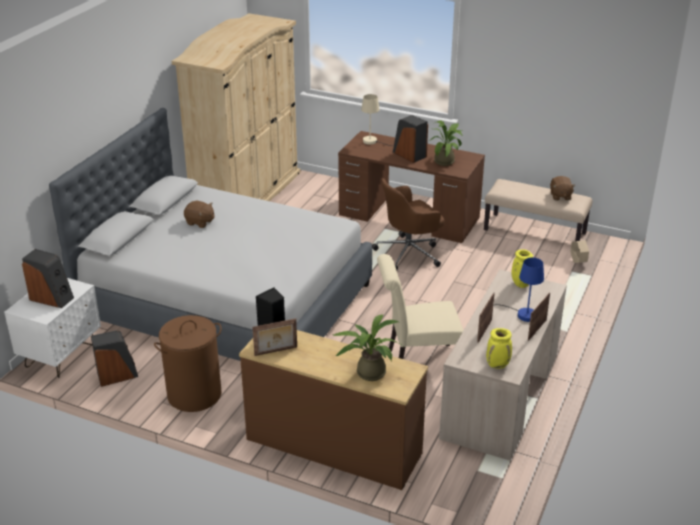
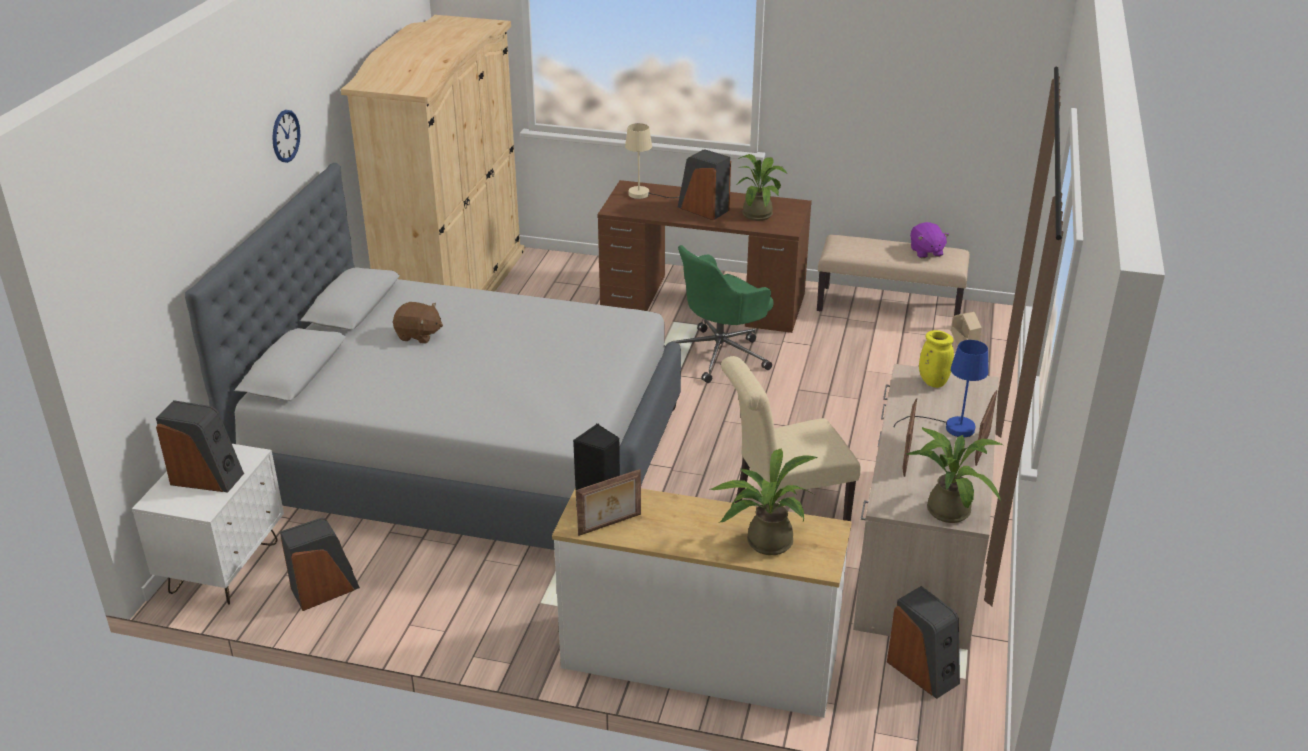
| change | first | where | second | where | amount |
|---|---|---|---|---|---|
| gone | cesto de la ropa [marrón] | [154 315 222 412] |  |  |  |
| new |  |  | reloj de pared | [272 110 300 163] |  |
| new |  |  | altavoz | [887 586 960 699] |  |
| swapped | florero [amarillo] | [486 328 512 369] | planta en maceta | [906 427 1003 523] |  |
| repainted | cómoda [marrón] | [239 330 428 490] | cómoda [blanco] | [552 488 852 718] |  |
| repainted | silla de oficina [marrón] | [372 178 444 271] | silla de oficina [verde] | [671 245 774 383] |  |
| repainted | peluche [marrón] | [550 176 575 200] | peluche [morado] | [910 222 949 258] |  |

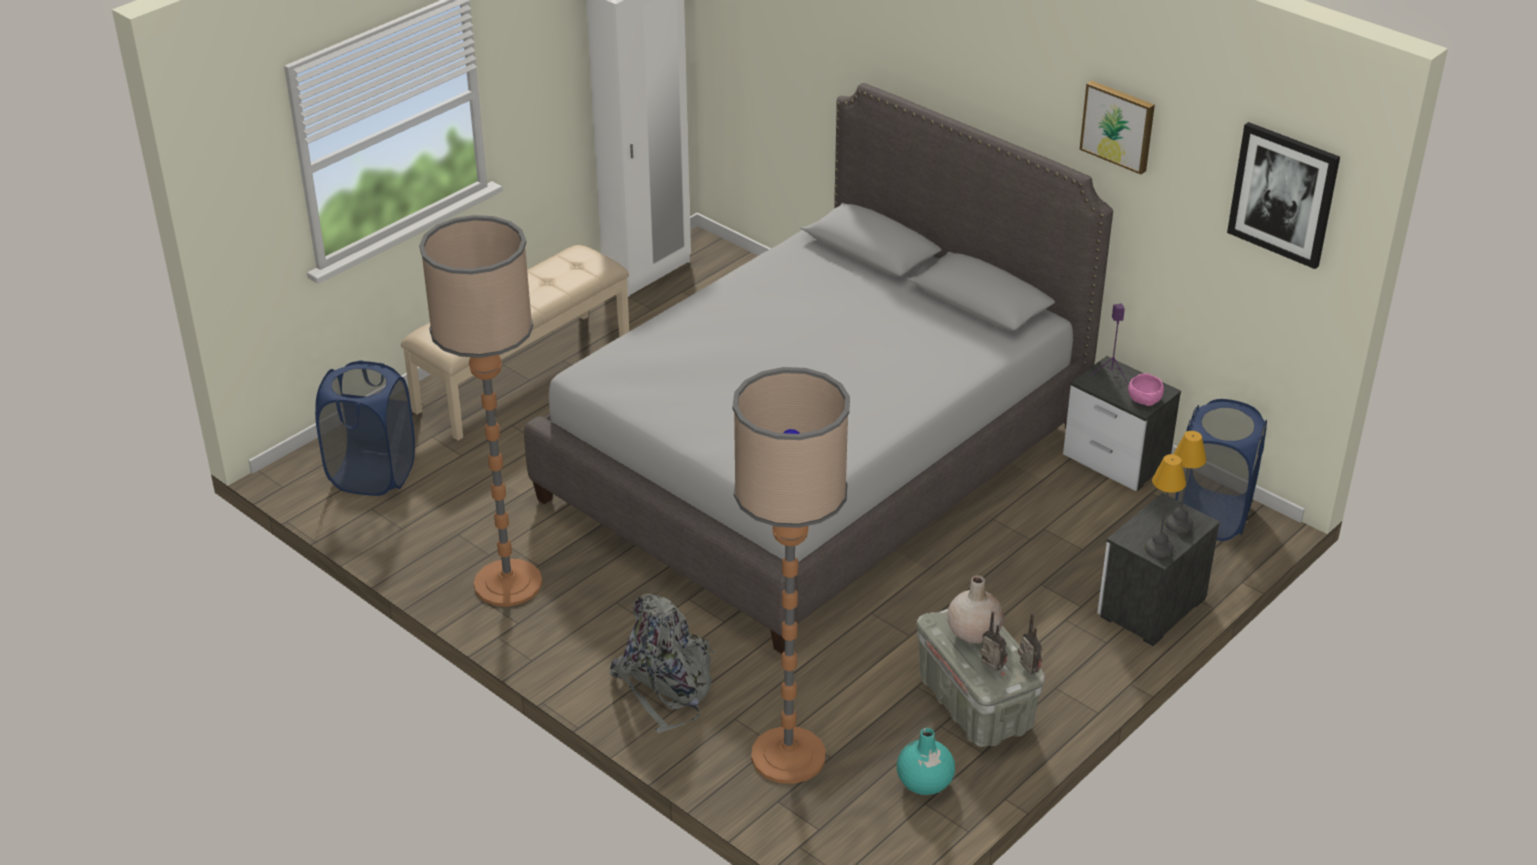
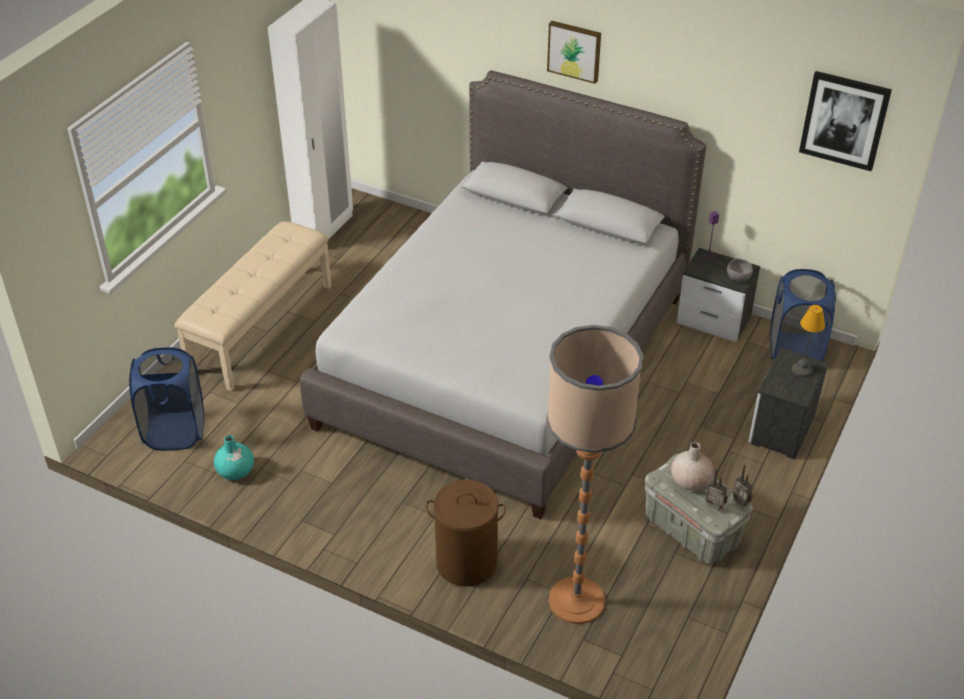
| change | first | where | second | where | amount |
|---|---|---|---|---|---|
| gone | lámpara de pie | [419 215 542 607] |  |  |  |
| gone | lámpara de mesa | [1145 454 1186 558] |  |  |  |
| shifted | florero [turquesa] | [897 728 955 795] |  | [214 435 254 480] |  |
| shifted | cuadro | [1079 81 1155 174] |  | [547 21 601 84] |  |
| swapped | mochila [gris] | [609 594 716 733] | cesto de la ropa [marrón] | [426 480 506 587] |  |
| repainted | cuenco [rosa] | [1128 373 1164 406] | cuenco [gris] | [727 258 753 282] |  |

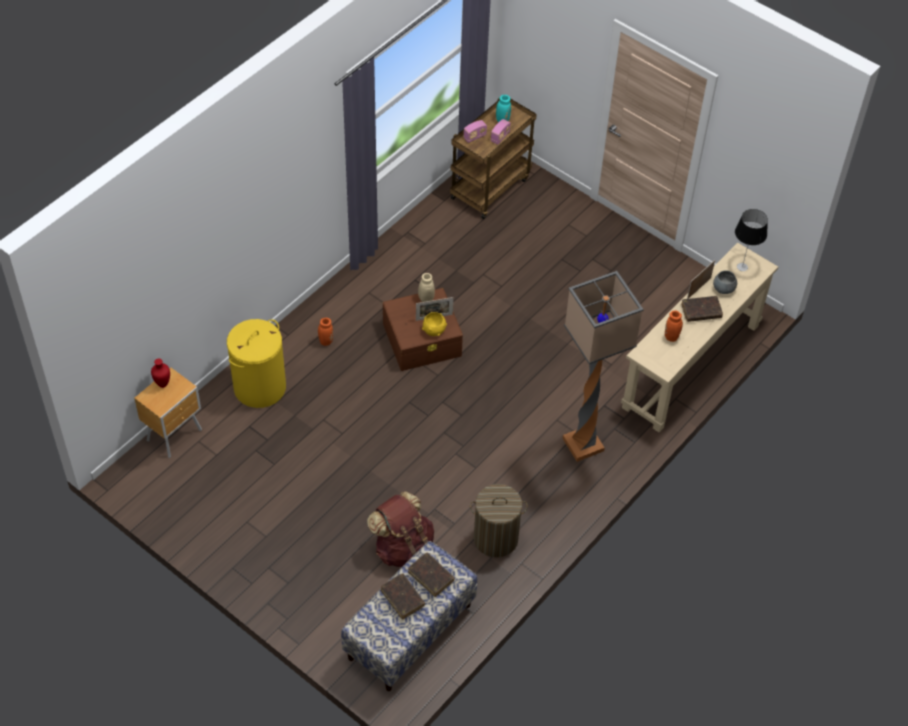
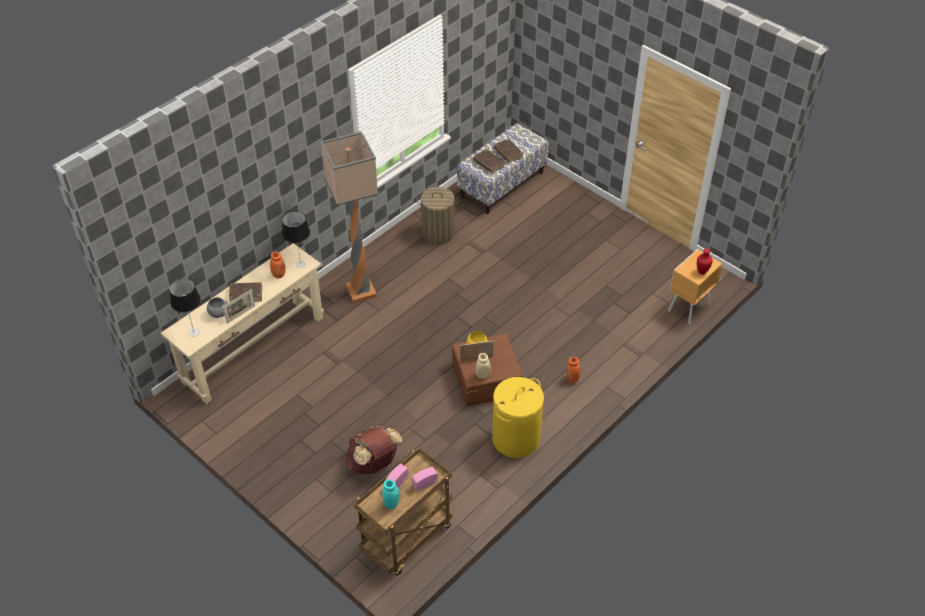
| change | first | where | second | where | amount |
|---|---|---|---|---|---|
| new |  |  | lámpara de mesa | [282 211 310 268] |  |
| shifted | cesto de la ropa [amarillo] | [227 319 286 408] |  | [492 377 544 458] |  |
| shifted | mochila [marrón] | [367 491 434 567] |  | [345 426 402 474] |  |

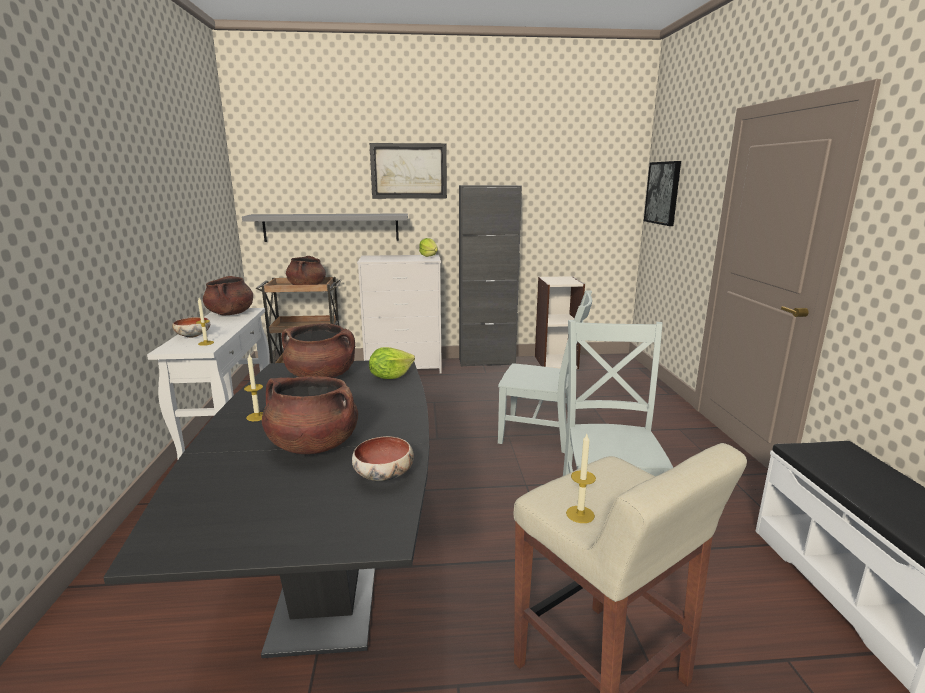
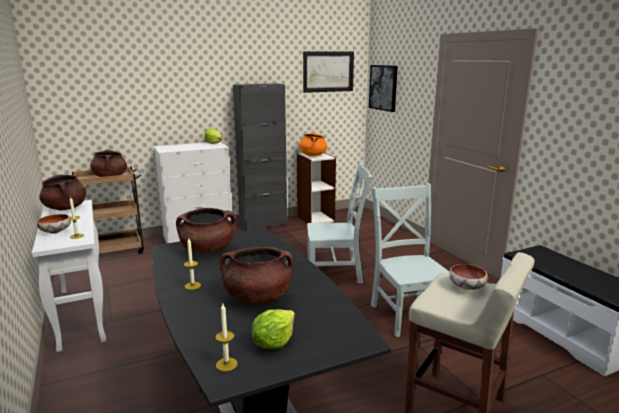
| change | first | where | second | where | amount |
|---|---|---|---|---|---|
| gone | estante [gris] | [242 213 408 242] |  |  |  |
| new |  |  | olla [naranja] | [299 133 327 156] |  |
| shifted | cuenco | [352 436 414 481] |  | [449 264 488 290] |  |
| shifted | lechuga | [369 347 415 379] |  | [251 309 295 349] |  |
| shifted | cuadro | [370 143 447 199] |  | [303 51 354 93] |  |
| shifted | vela | [566 434 596 523] |  | [215 304 238 371] |  |

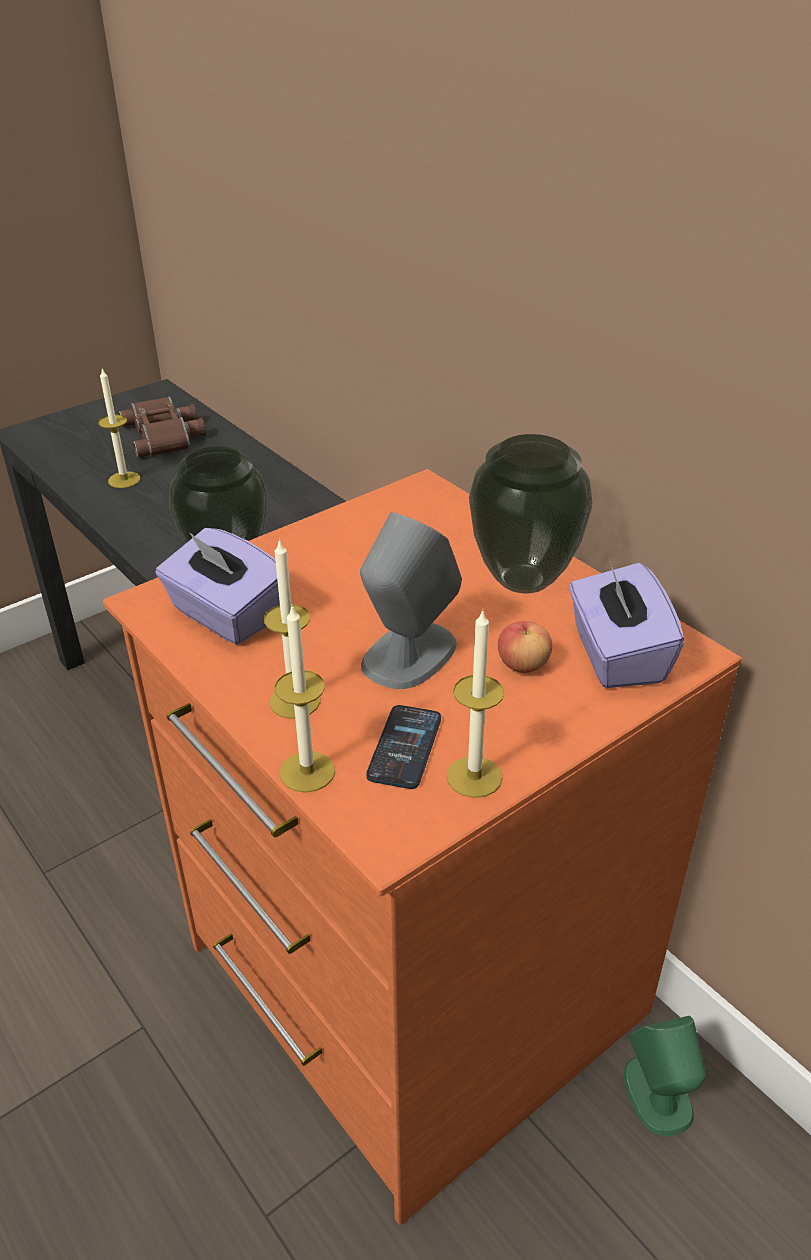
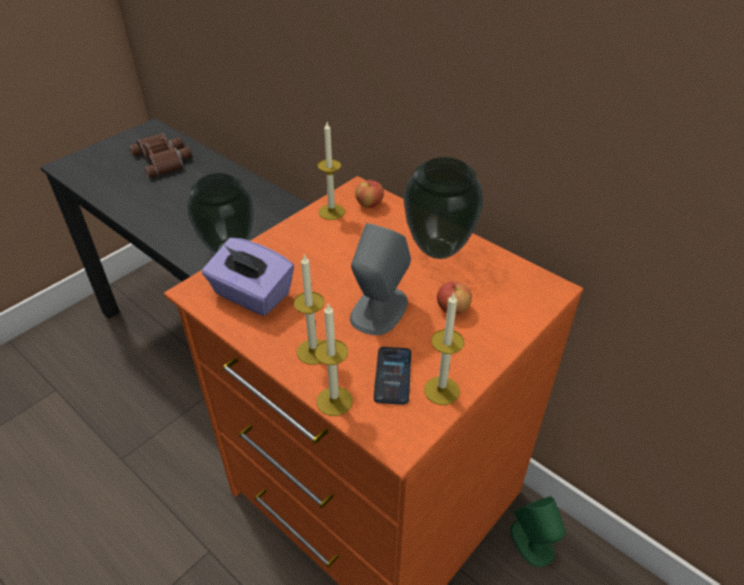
| change | first | where | second | where | amount |
|---|---|---|---|---|---|
| gone | caja de pañuelos [morado] | [569 562 685 688] |  |  |  |
| new |  |  | manzana | [355 180 384 208] |  |
| shifted | vela | [98 369 140 488] |  | [317 122 345 220] |  |

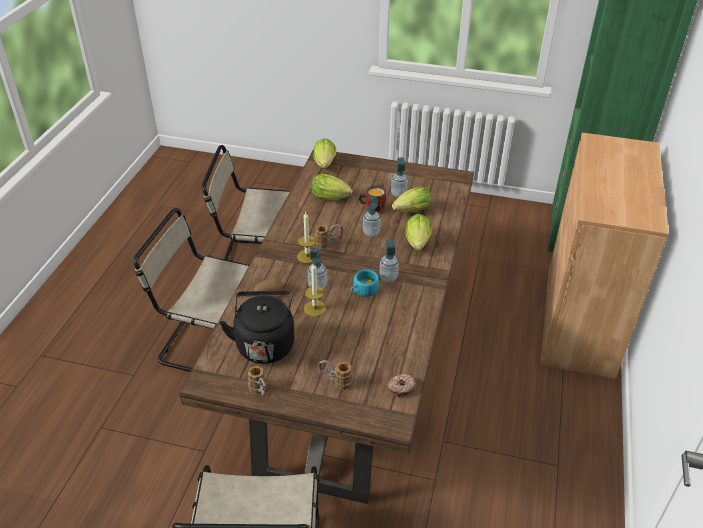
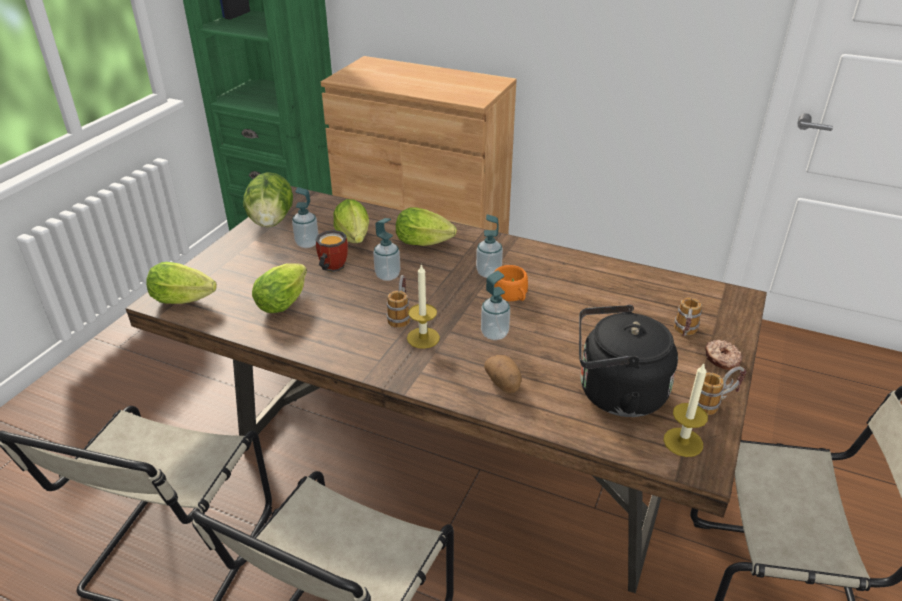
| change | first | where | second | where | amount |
|---|---|---|---|---|---|
| new |  |  | lechuga | [243 172 293 227] |  |
| shifted | vela | [304 263 326 316] |  | [663 364 708 457] |  |
| shifted | rosquilla | [387 374 416 397] |  | [705 340 742 370] |  |
| repainted | taza [turquesa] | [350 270 379 297] | taza [naranja] | [494 265 528 301] |  |

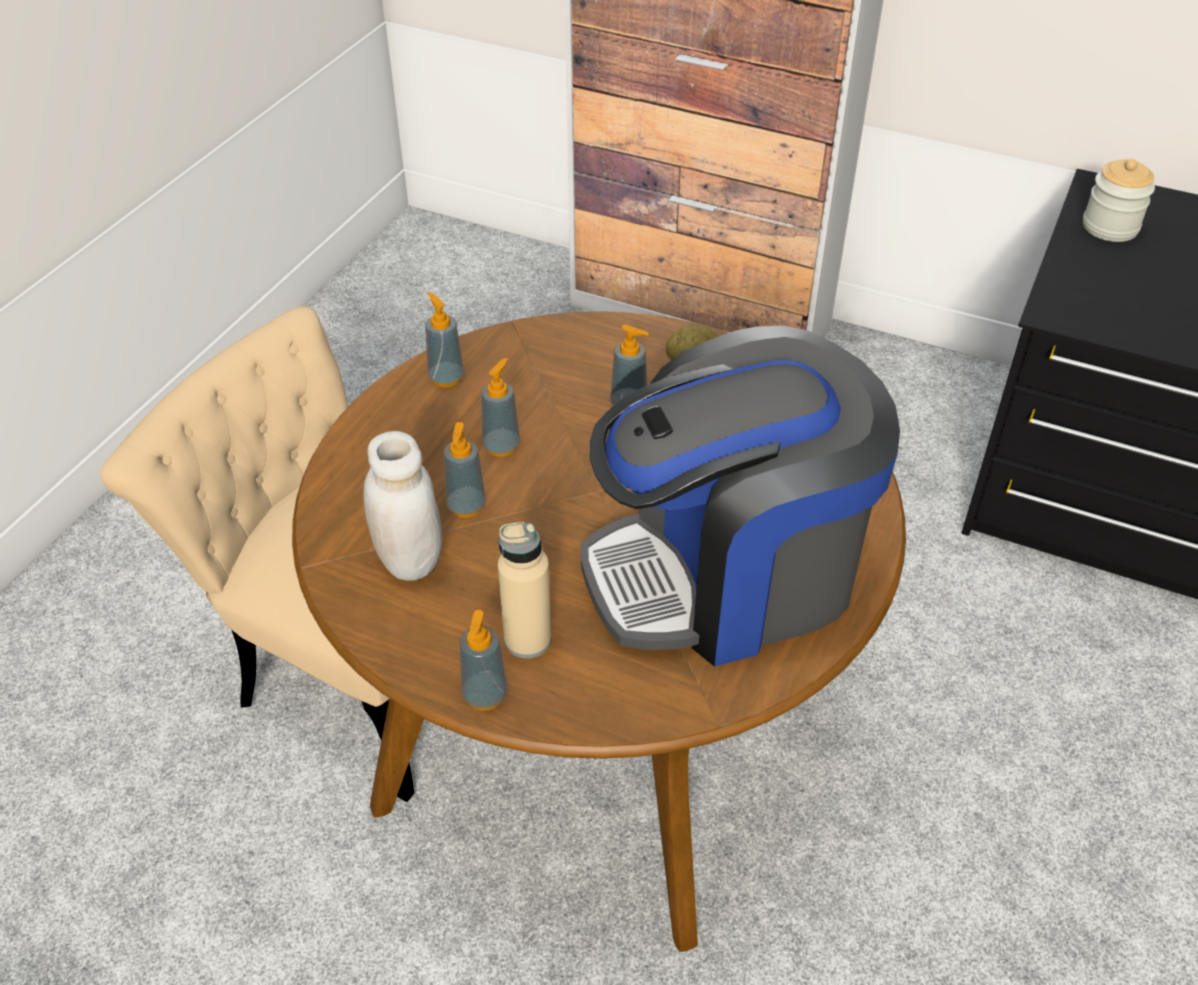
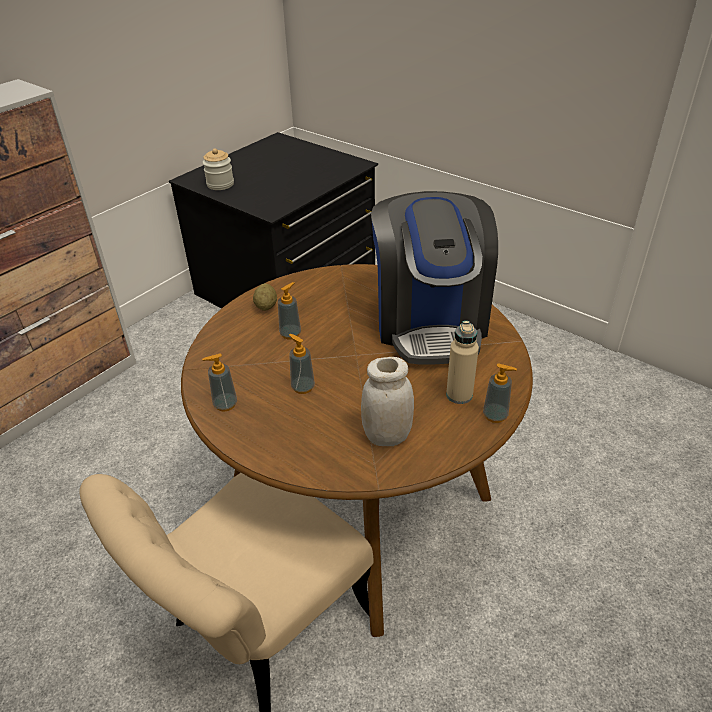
| change | first | where | second | where | amount |
|---|---|---|---|---|---|
| gone | dispensador de jabón | [444 422 486 518] |  |  |  |

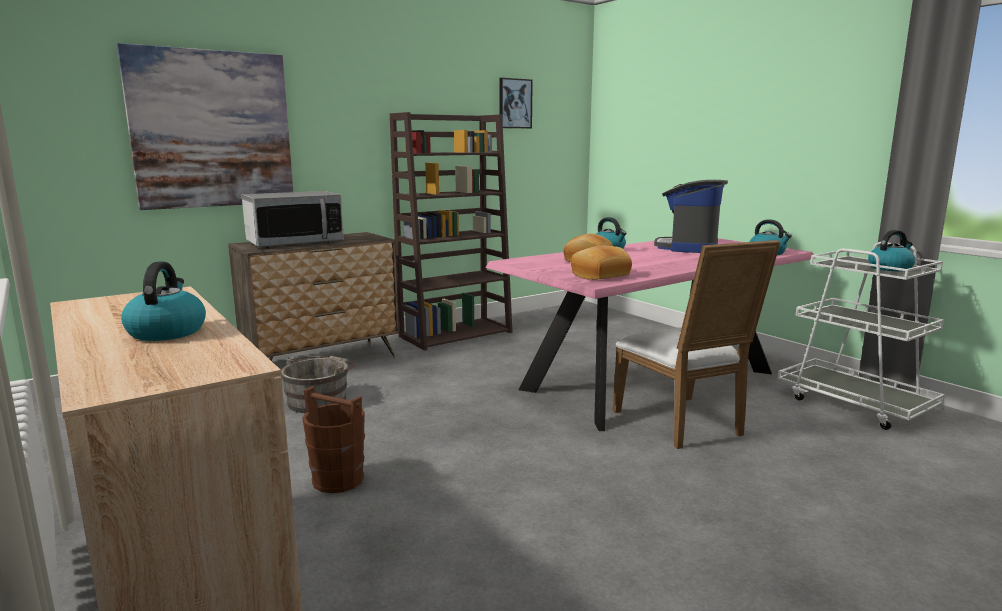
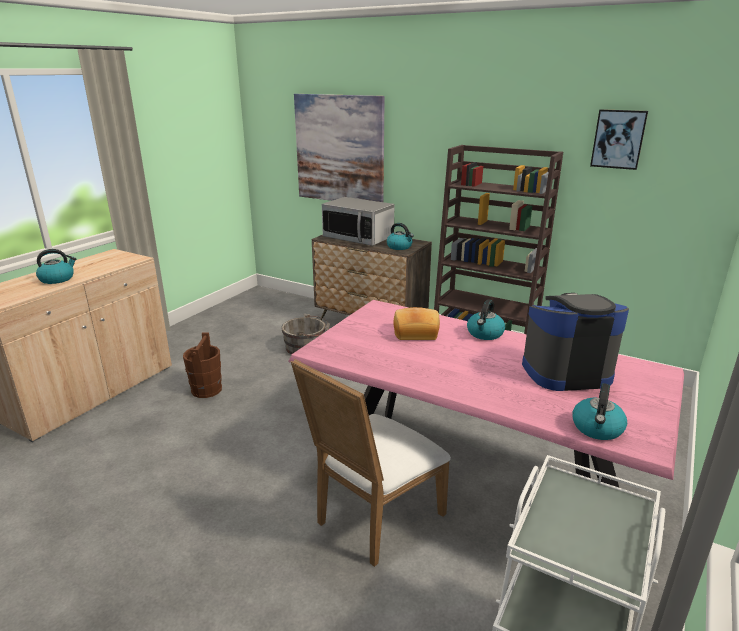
| change | first | where | second | where | amount |
|---|---|---|---|---|---|
| gone | pan | [571 246 632 280] |  |  |  |
| shifted | hervidor | [868 230 915 271] |  | [387 223 414 250] |  |

